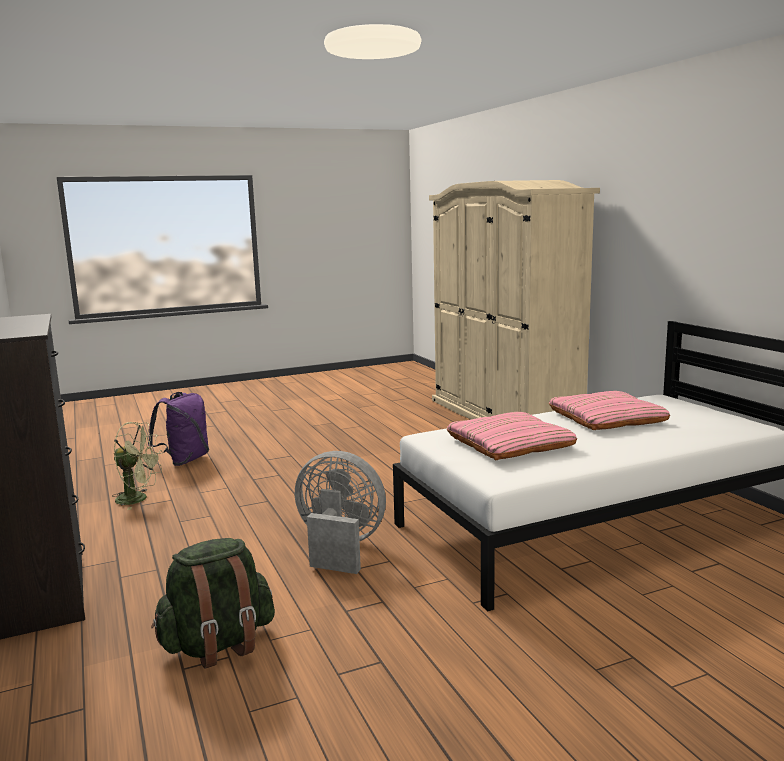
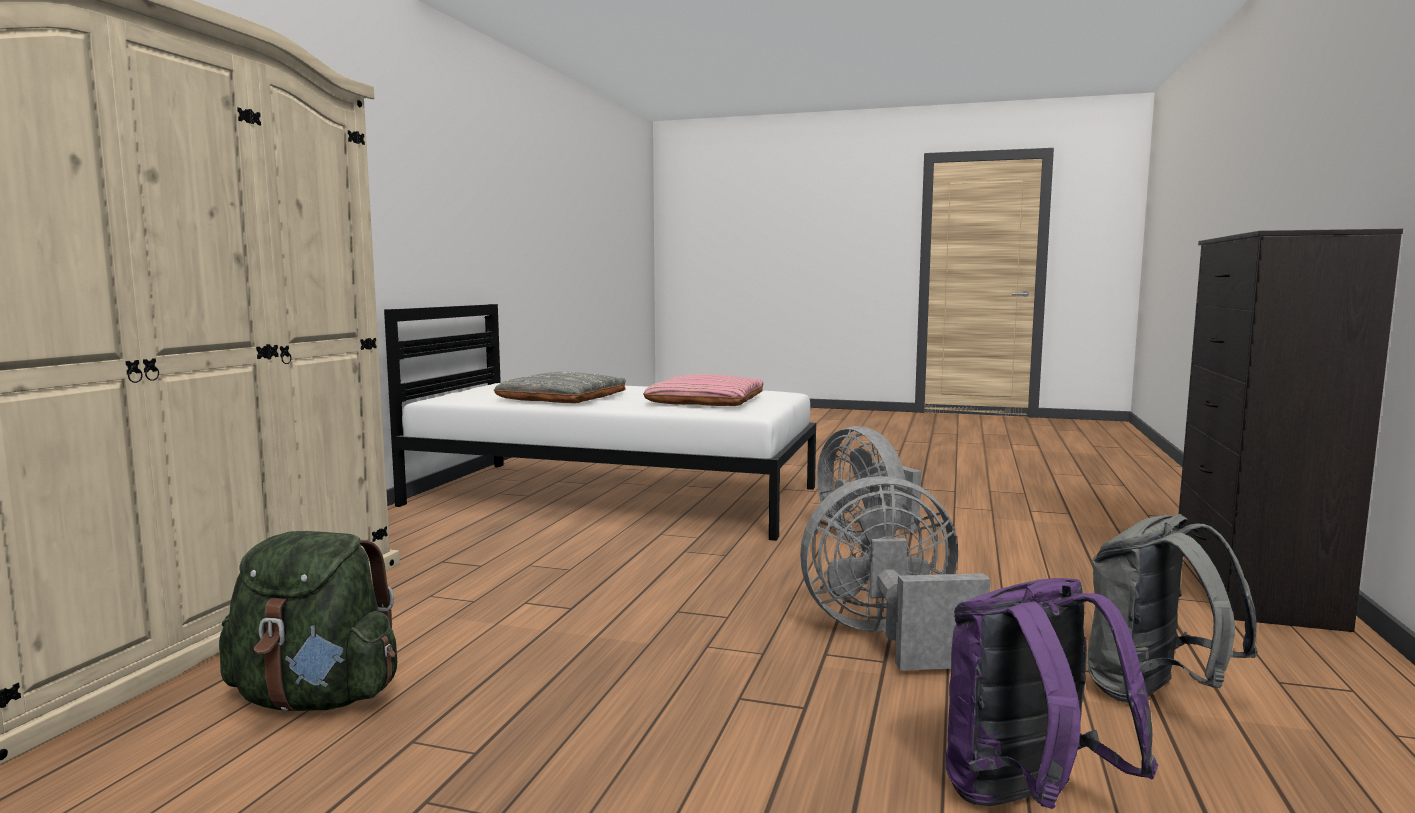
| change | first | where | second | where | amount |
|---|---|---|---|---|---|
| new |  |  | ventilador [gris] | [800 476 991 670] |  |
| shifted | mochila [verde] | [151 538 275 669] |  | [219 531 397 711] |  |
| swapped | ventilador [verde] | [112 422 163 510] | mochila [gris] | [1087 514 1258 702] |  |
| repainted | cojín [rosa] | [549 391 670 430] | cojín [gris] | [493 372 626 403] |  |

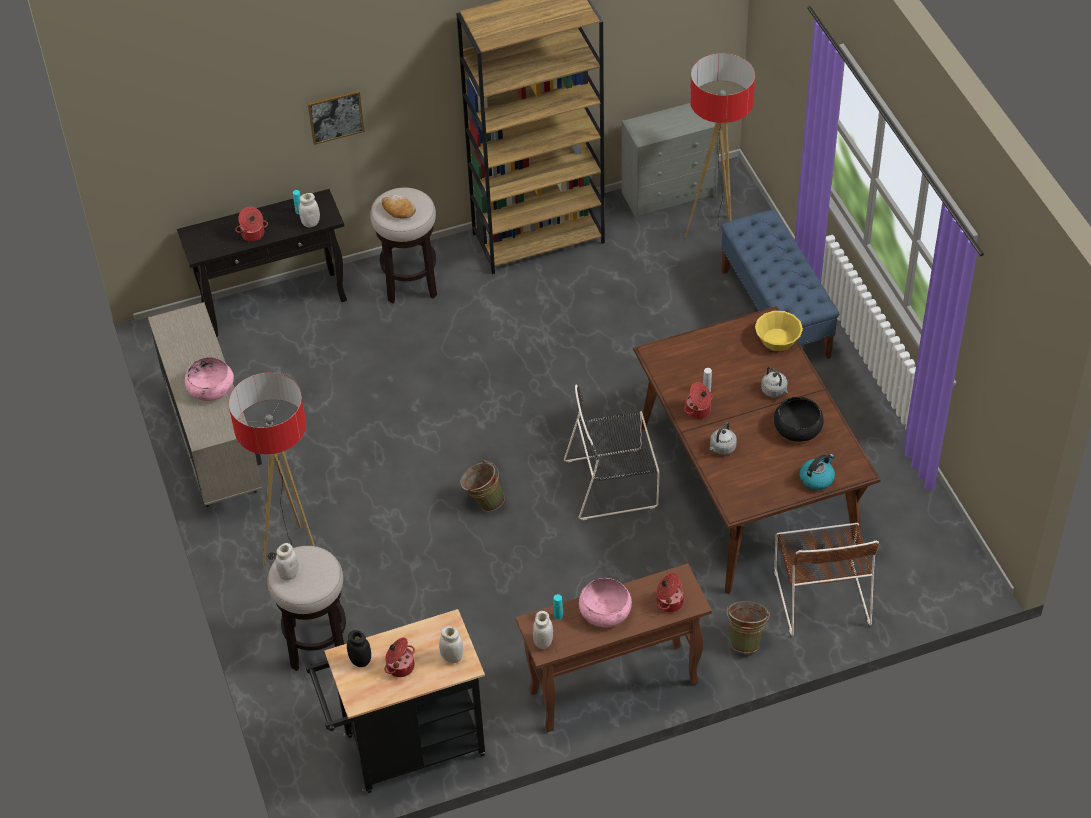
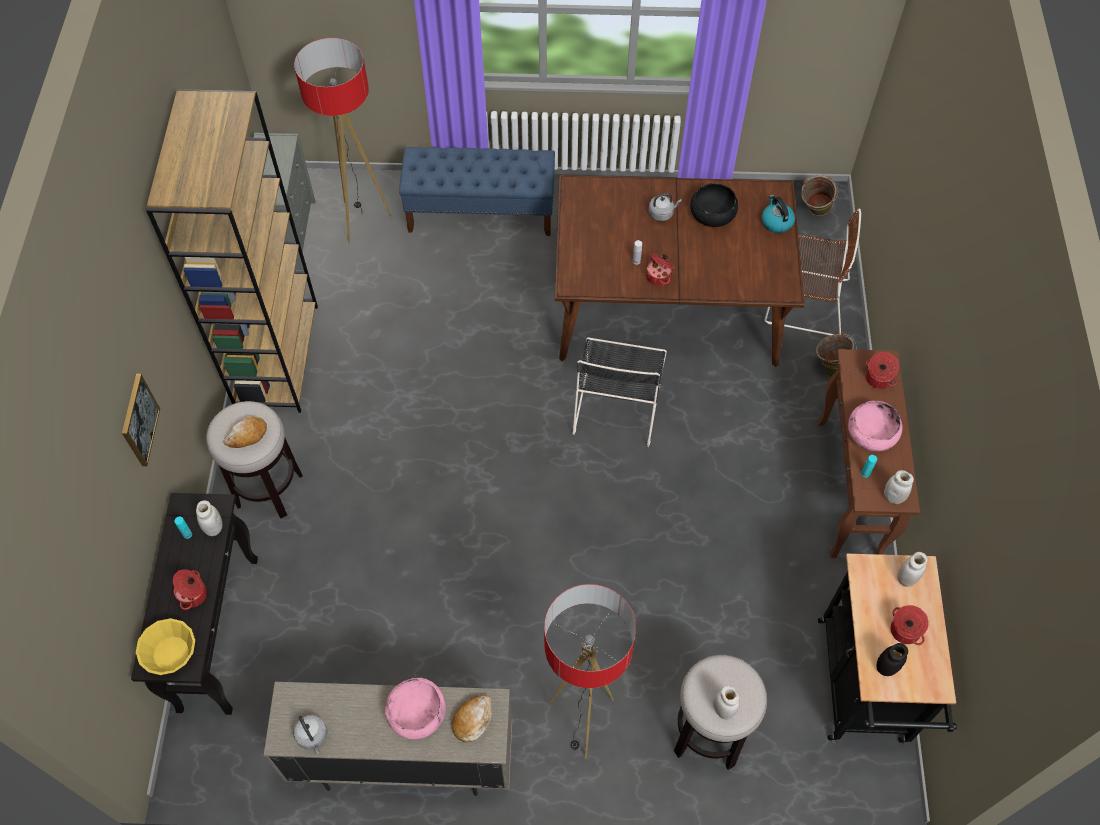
| change | first | where | second | where | amount |
|---|---|---|---|---|---|
| new |  |  | pan | [452 695 492 742] |  |
| shifted | cubo [verde] | [460 460 505 512] |  | [801 175 838 216] |  |
| shifted | hervidor [gris] | [709 422 737 455] |  | [293 715 327 754] |  |
| shifted | cuenco [amarillo] | [755 311 803 351] |  | [136 618 195 675] |  |

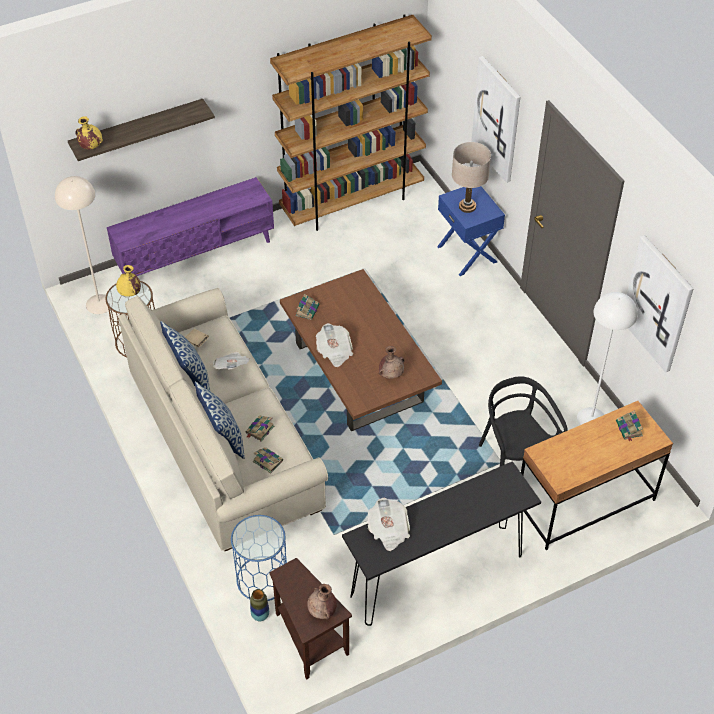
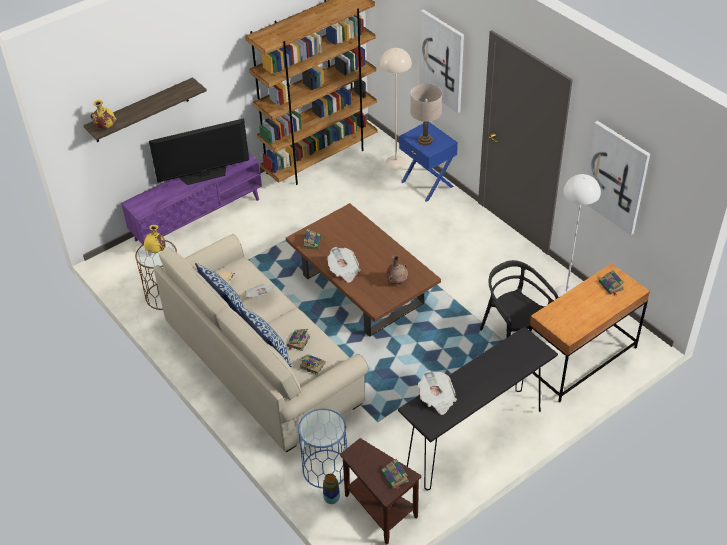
| change | first | where | second | where | amount |
|---|---|---|---|---|---|
| new |  |  | televisor | [149 118 249 185] |  |
| shifted | lámpara de pie [beis] | [55 176 110 314] |  | [380 48 412 169] |  |
| swapped | florero [marrón] | [307 584 337 620] | libro | [381 459 409 490] |  |

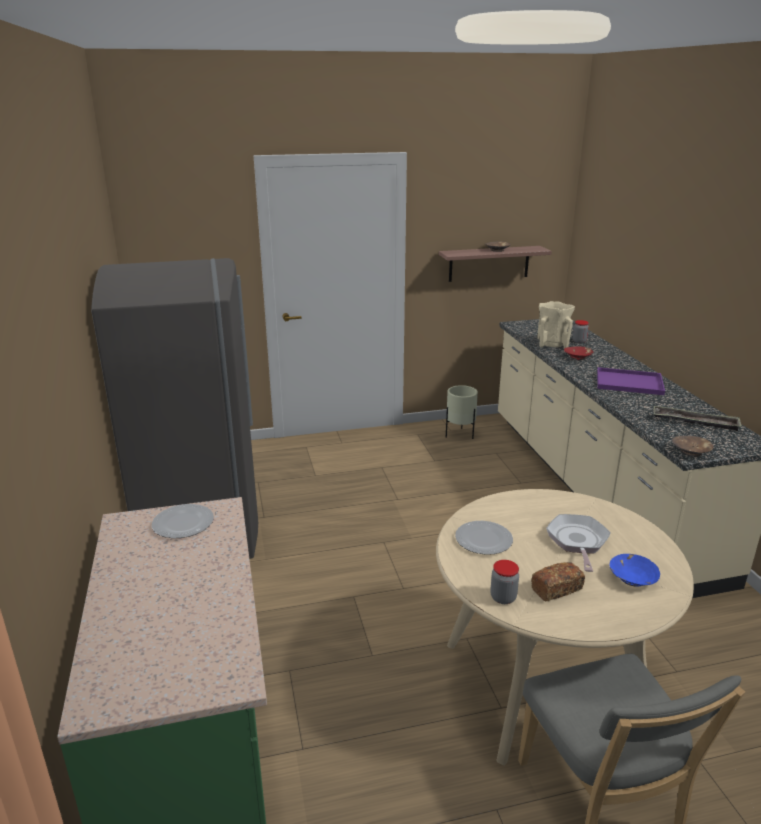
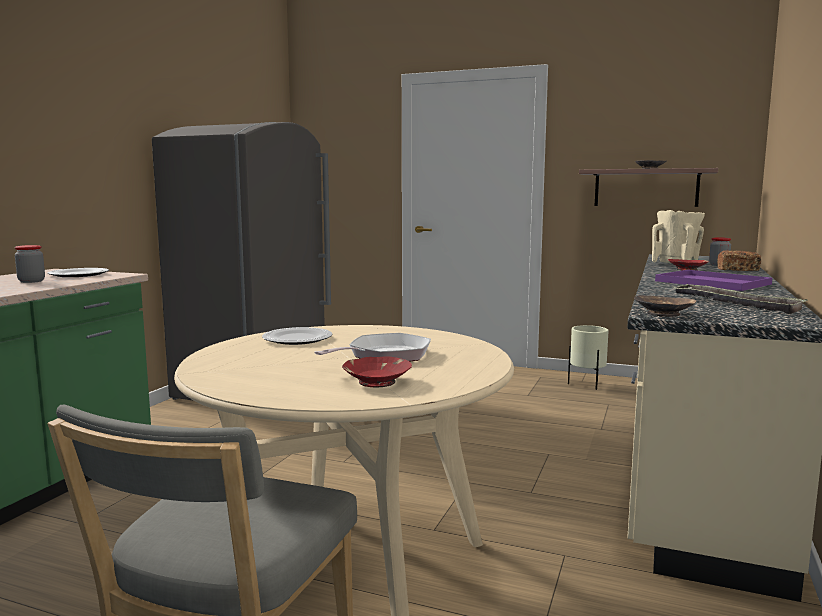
| change | first | where | second | where | amount |
|---|---|---|---|---|---|
| shifted | tarro | [490 560 519 604] |  | [15 245 45 283] |  |
| shifted | pan | [531 562 585 602] |  | [717 250 761 271] |  |
| repainted | cuenco [azul] | [609 554 660 586] | cuenco [rojo] | [342 357 412 387] |  |

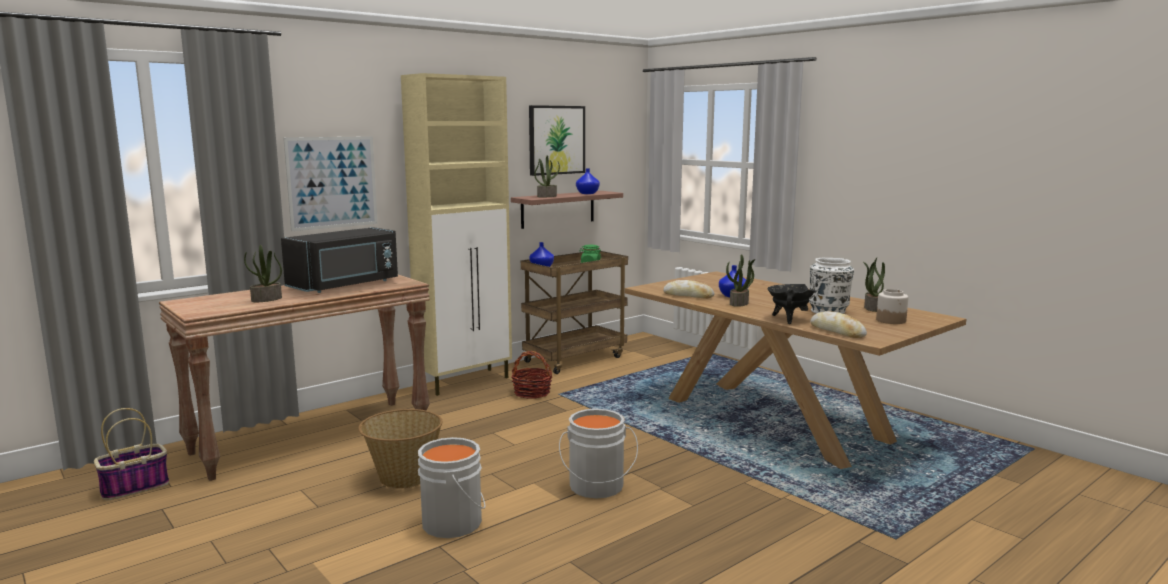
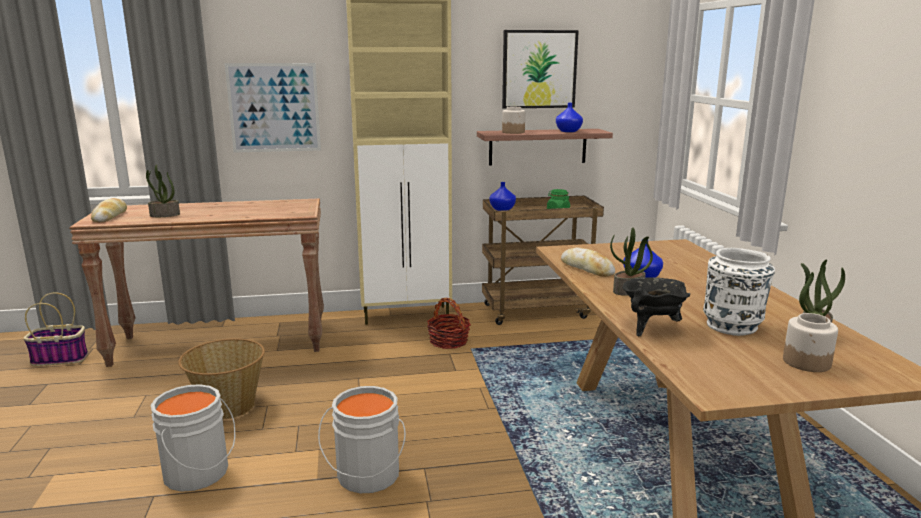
| change | first | where | second | where | amount |
|---|---|---|---|---|---|
| gone | microondas [negro] | [281 227 398 293] |  |  |  |
| shifted | pan | [810 311 867 338] |  | [91 198 127 222] |  |
| swapped | planta en maceta | [534 155 560 197] | tarro | [502 107 525 134] |  |

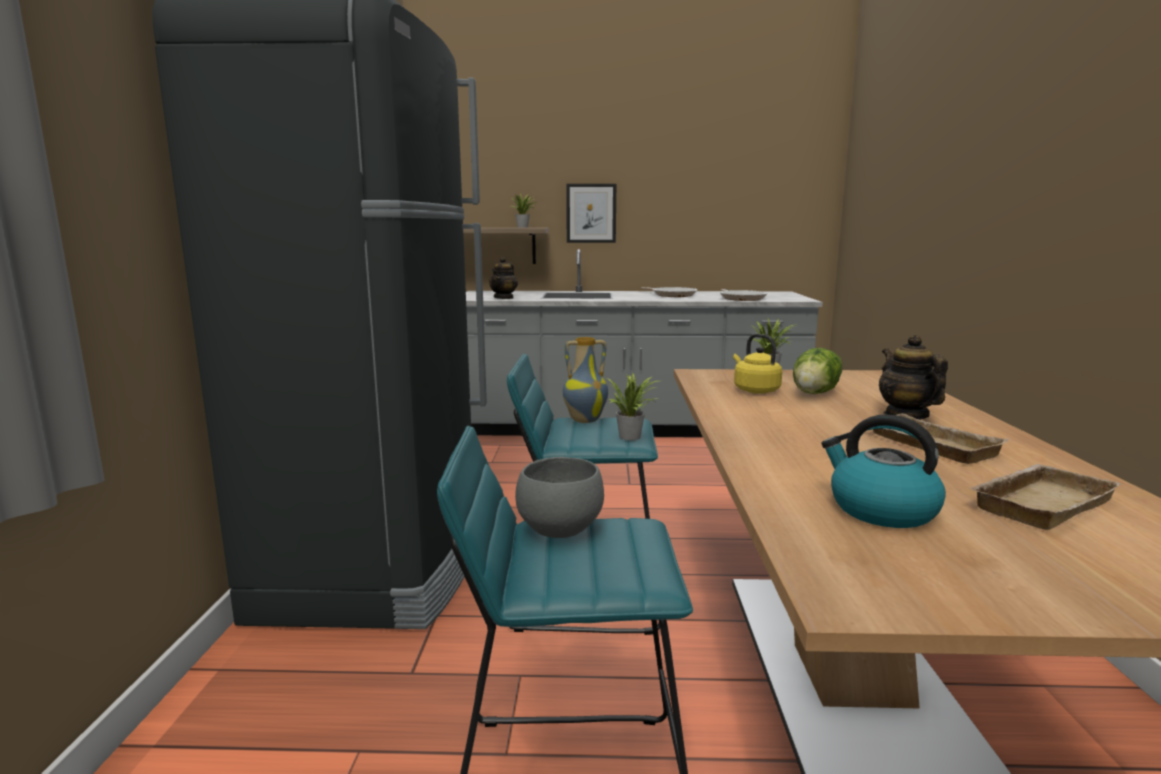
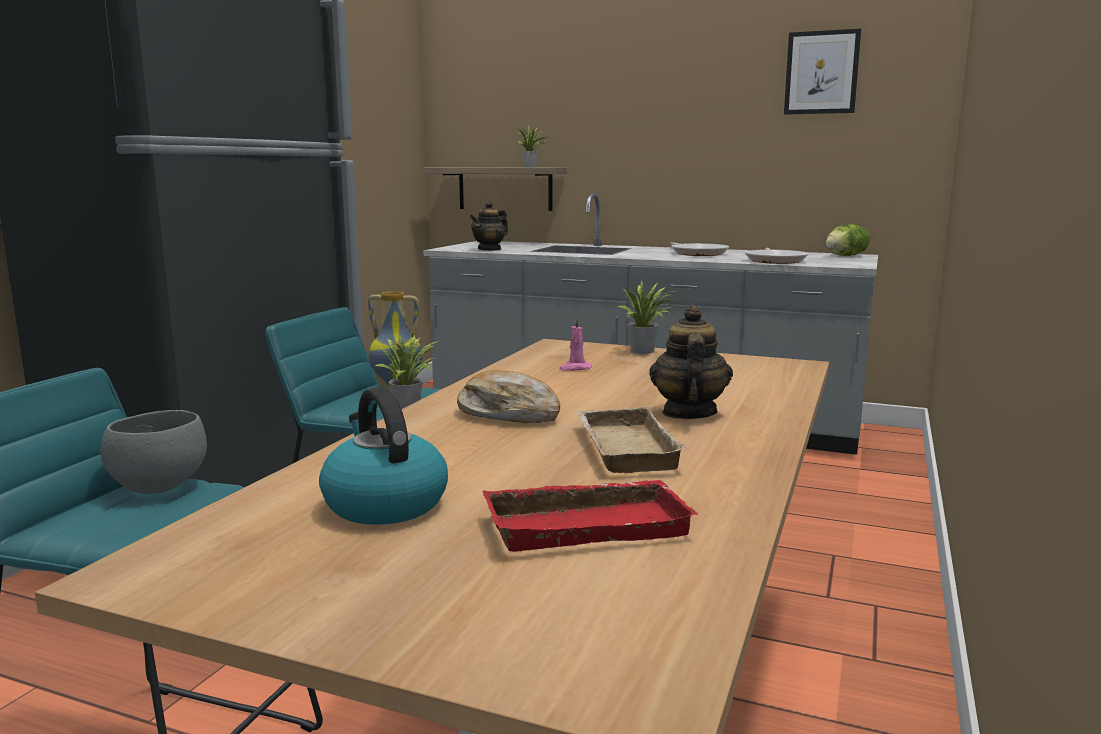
| change | first | where | second | where | amount |
|---|---|---|---|---|---|
| new |  |  | pan | [457 370 560 423] |  |
| shifted | cuadro | [566 184 616 243] |  | [784 29 861 115] |  |
| shifted | lechuga | [793 348 843 394] |  | [826 224 870 256] |  |
| swapped | hervidor [amarillo] | [733 334 782 394] | vela [rosa] | [559 316 592 371] |  |
| repainted | bandeja [beis] | [968 464 1121 530] | bandeja [rojo] | [483 480 698 551] |  |

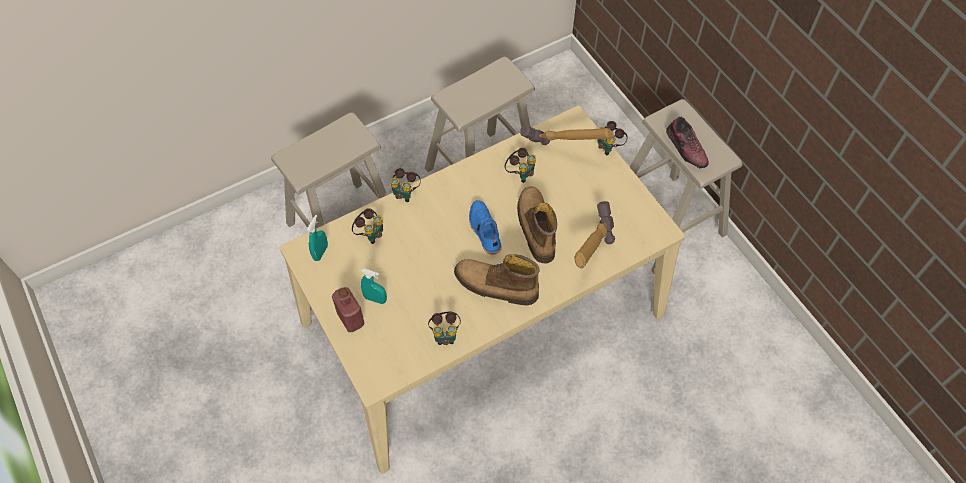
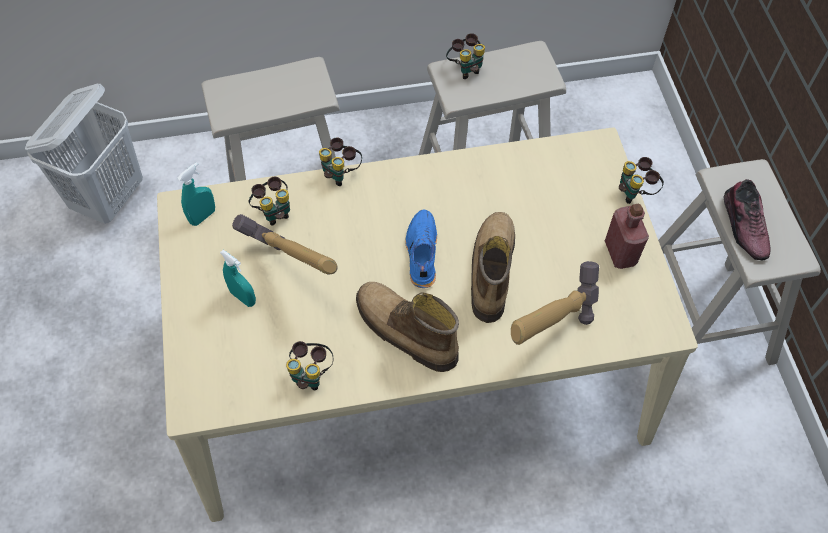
| change | first | where | second | where | amount |
|---|---|---|---|---|---|
| new |  |  | cesto de la ropa [blanco] | [25 83 143 224] |  |
| shifted | botella [rojo] | [332 287 364 332] |  | [605 204 649 269] |  |
| shifted | prismáticos | [505 148 536 183] |  | [446 33 485 79] |  |
| shifted | martillo | [520 125 614 145] |  | [232 214 338 274] |  |

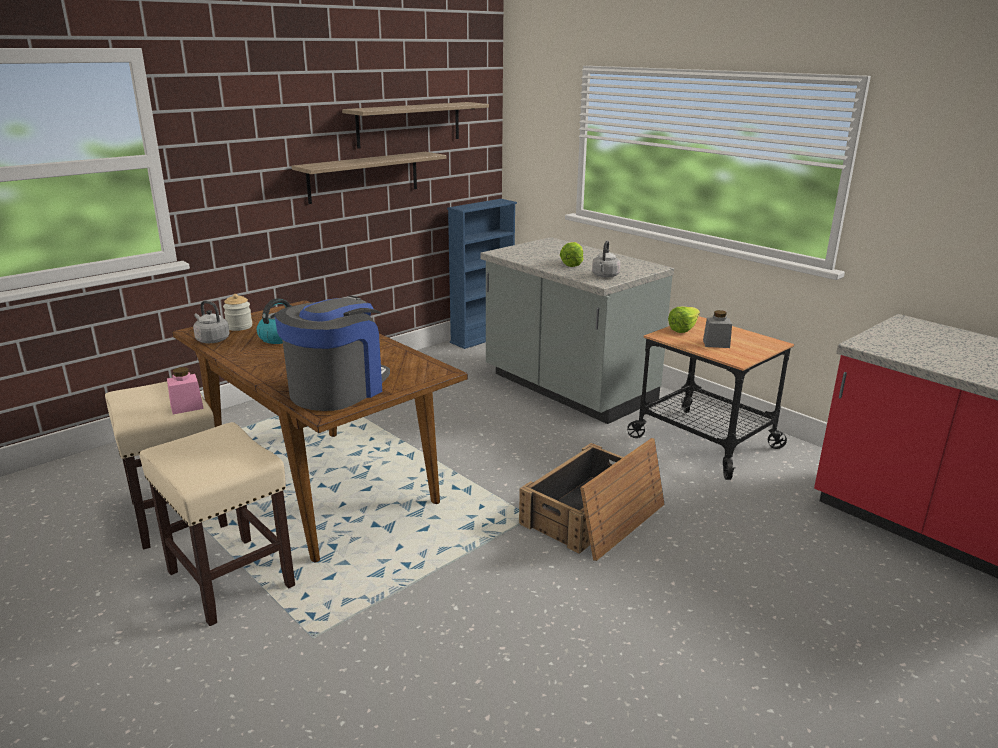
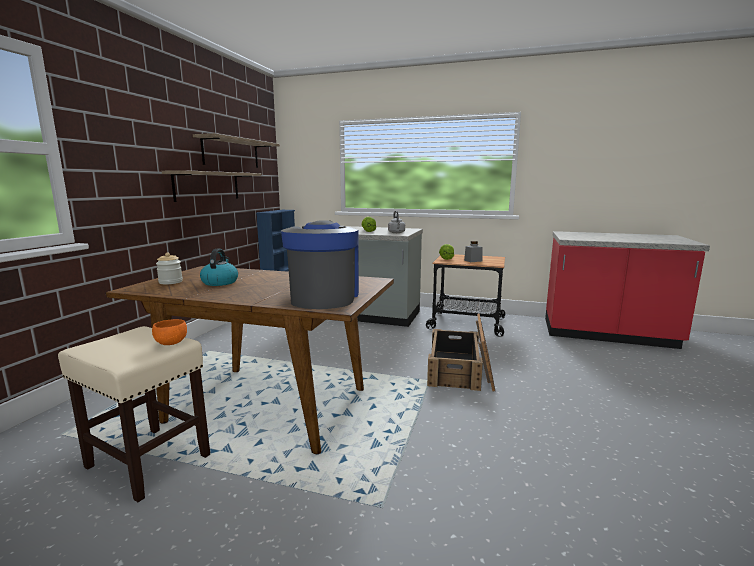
| change | first | where | second | where | amount |
|---|---|---|---|---|---|
| gone | taburete [beis] | [139 422 295 626] |  |  |  |
| gone | hervidor [gris] | [193 301 229 343] |  |  |  |
| swapped | tarro [rosa] | [167 367 204 414] | cuenco [naranja] | [152 319 187 345] |  |

